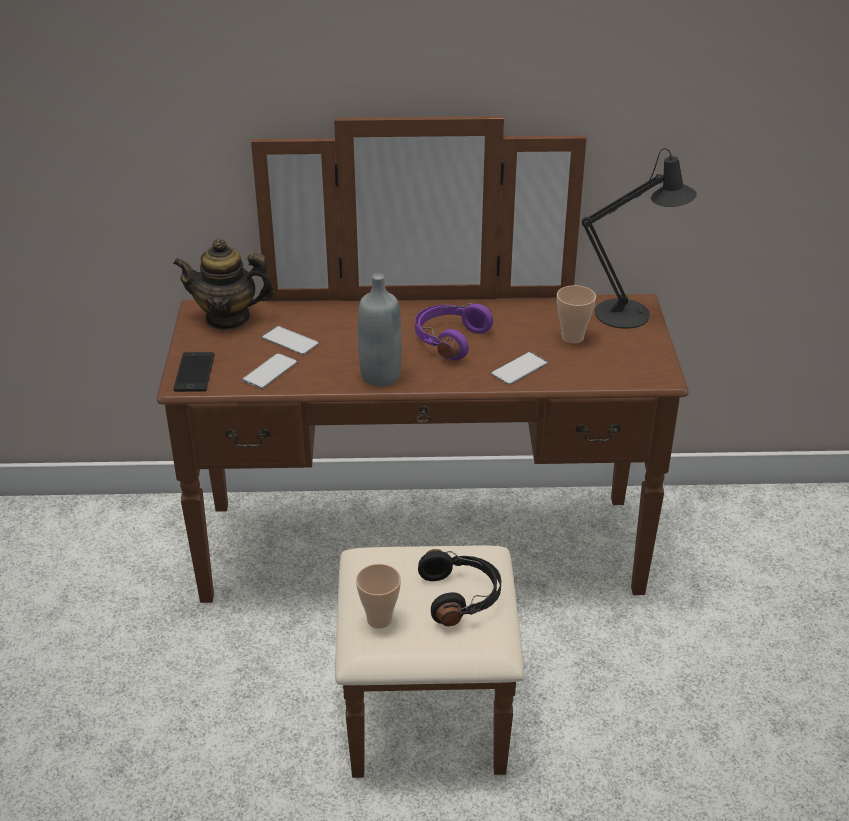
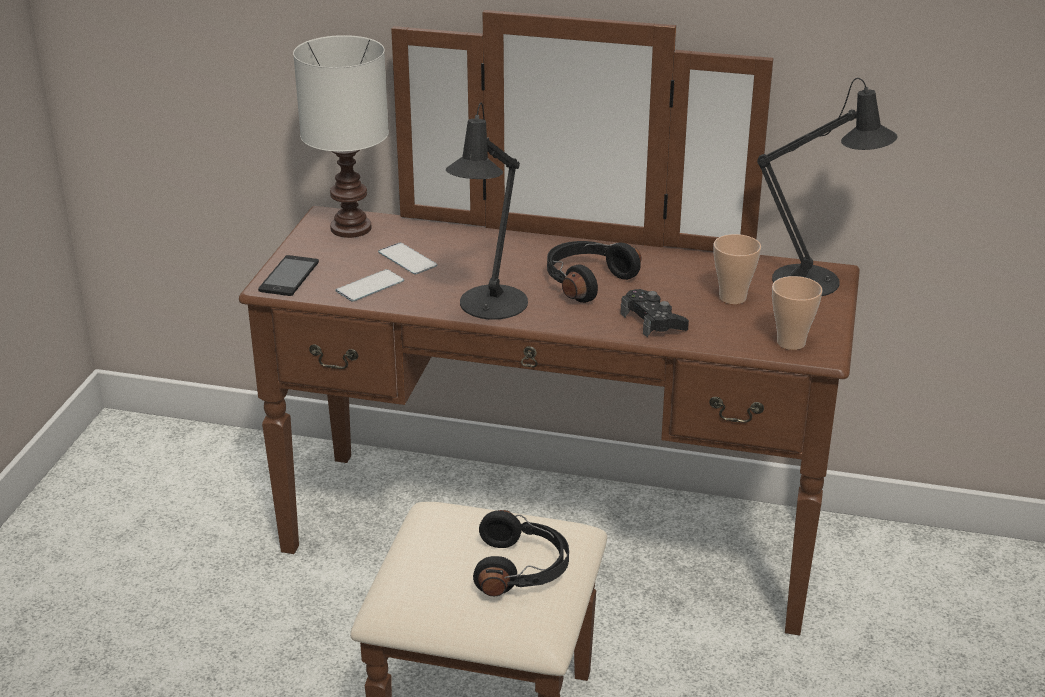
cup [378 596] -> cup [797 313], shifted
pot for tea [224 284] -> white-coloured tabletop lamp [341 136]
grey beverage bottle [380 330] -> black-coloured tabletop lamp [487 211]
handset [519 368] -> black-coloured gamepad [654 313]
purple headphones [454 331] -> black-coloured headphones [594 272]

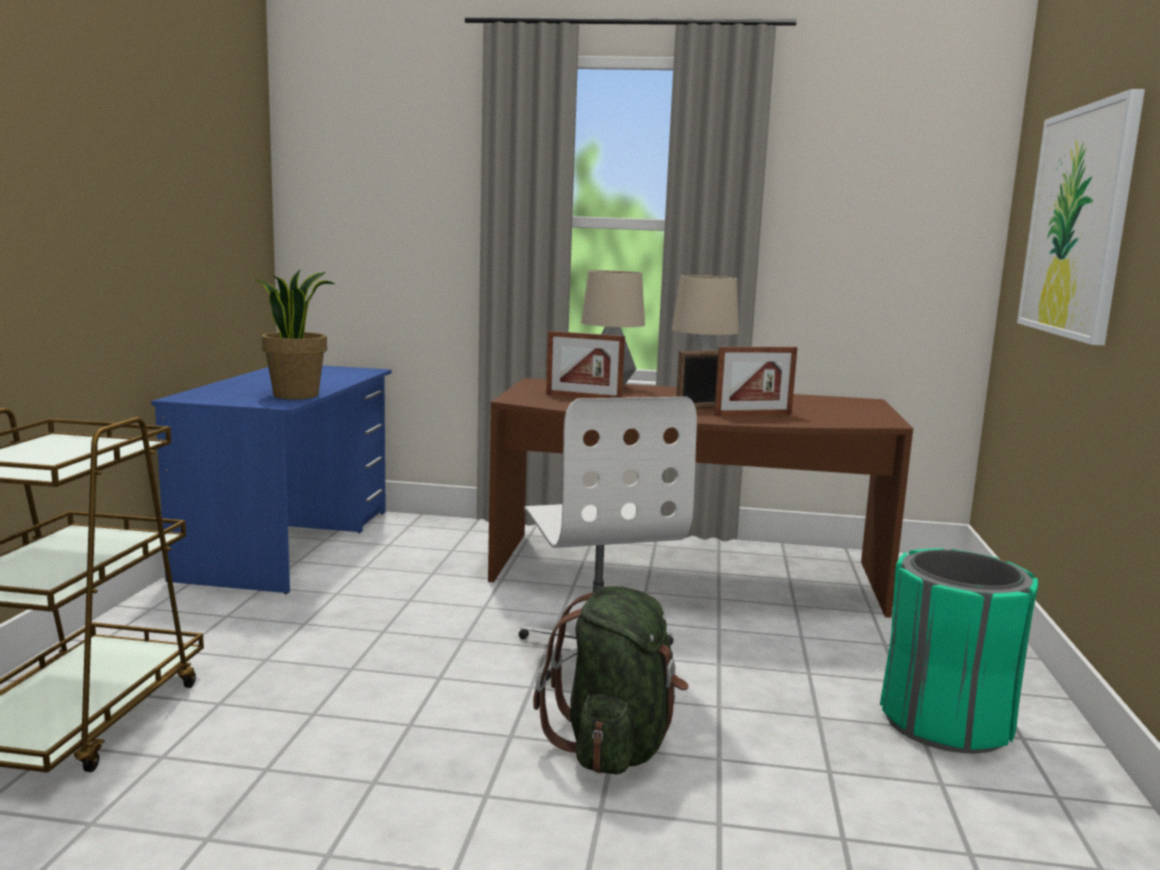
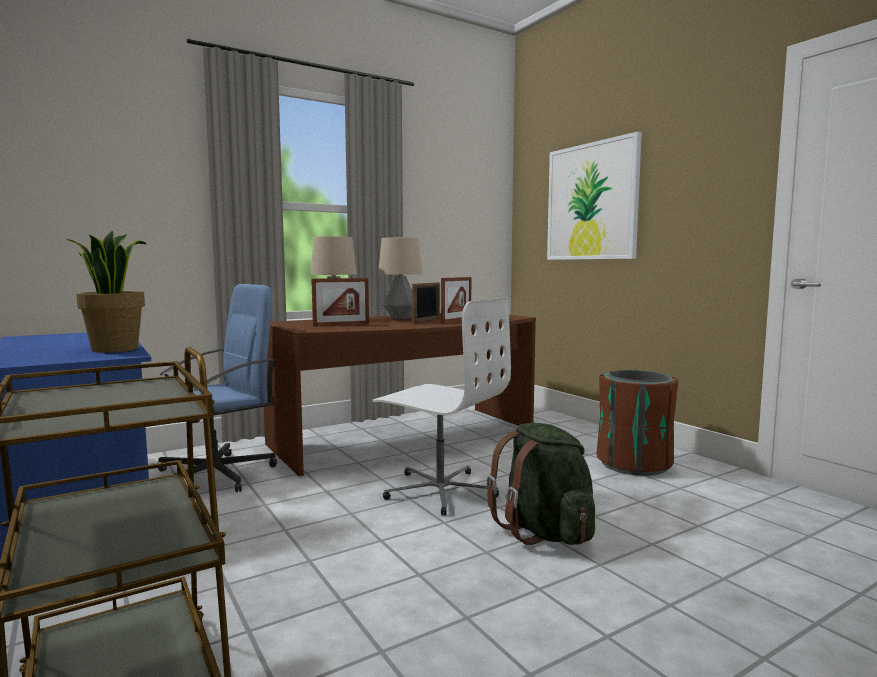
none -> blue computer chair [217 388]
green waste bin [959 651] -> brownish waste bin [637 423]

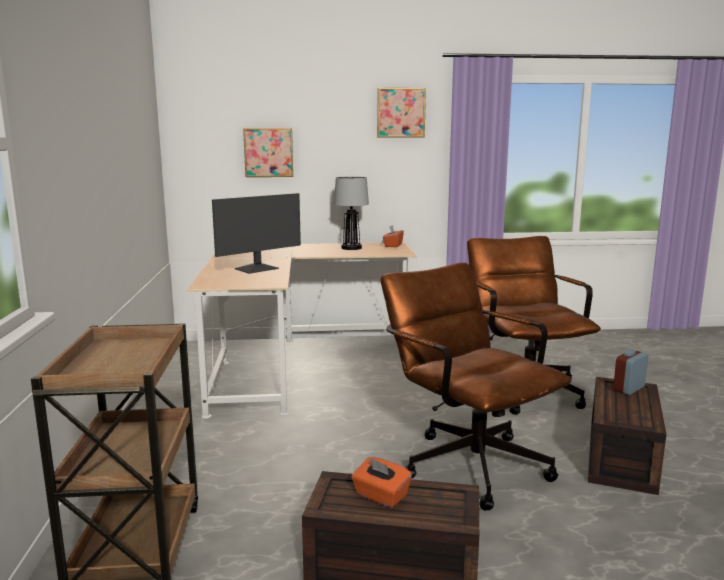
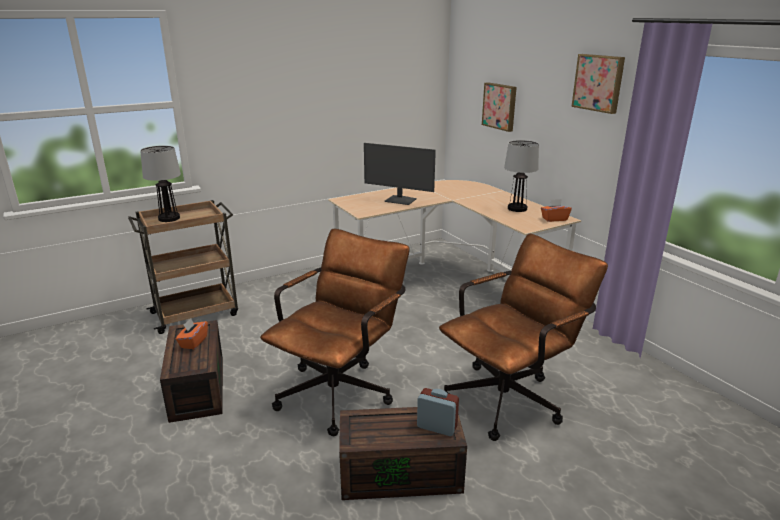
none -> tabletop lamp [160 184]

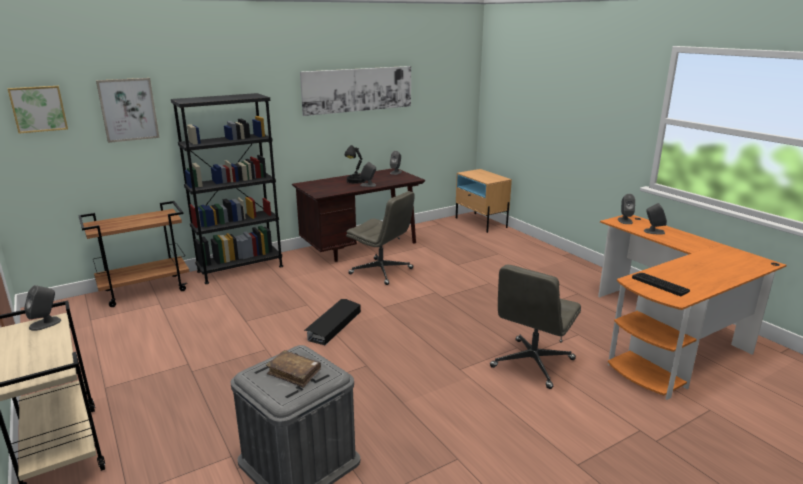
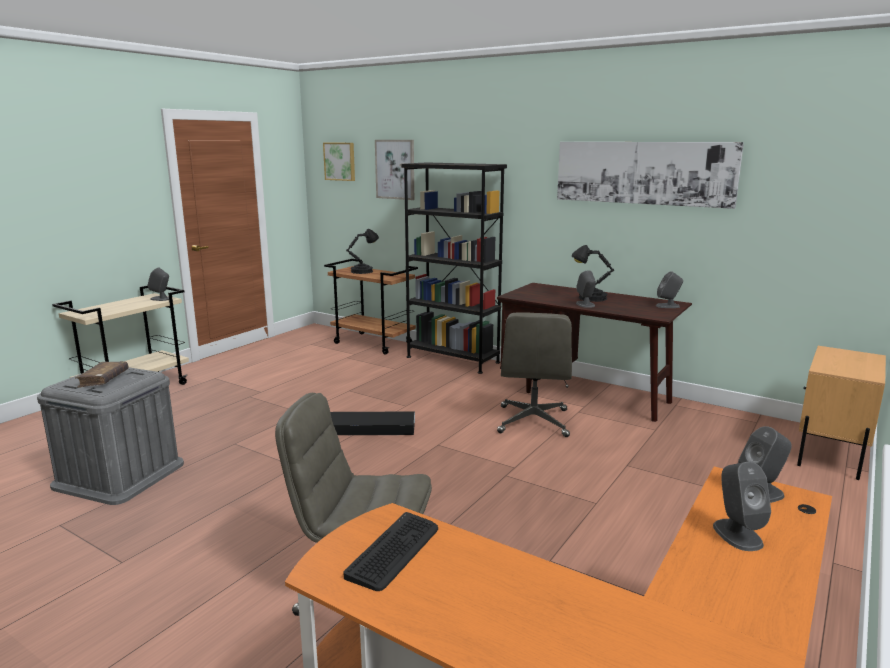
none -> black-coloured tabletop lamp [362 251]

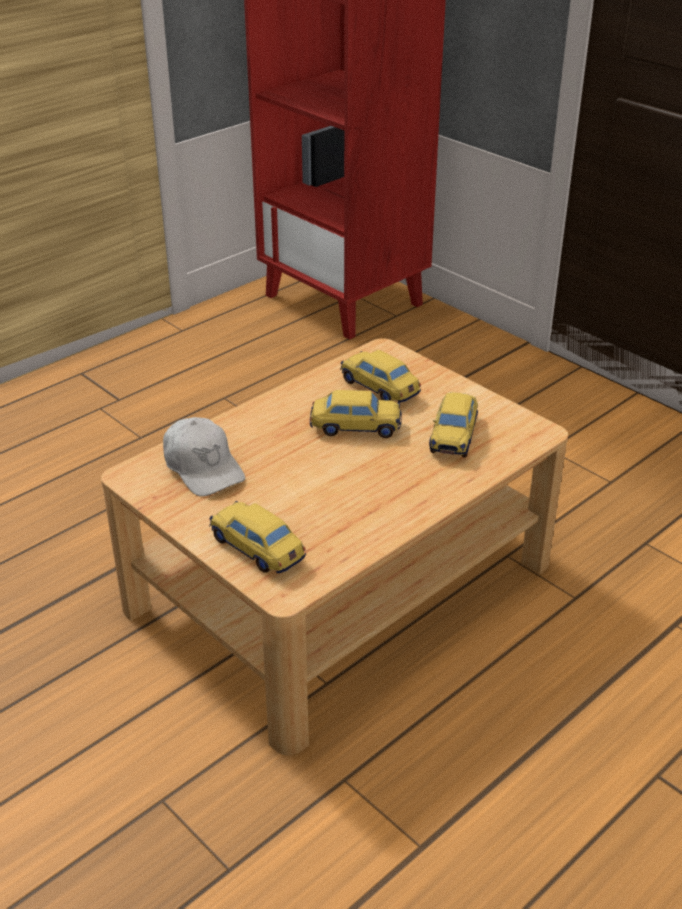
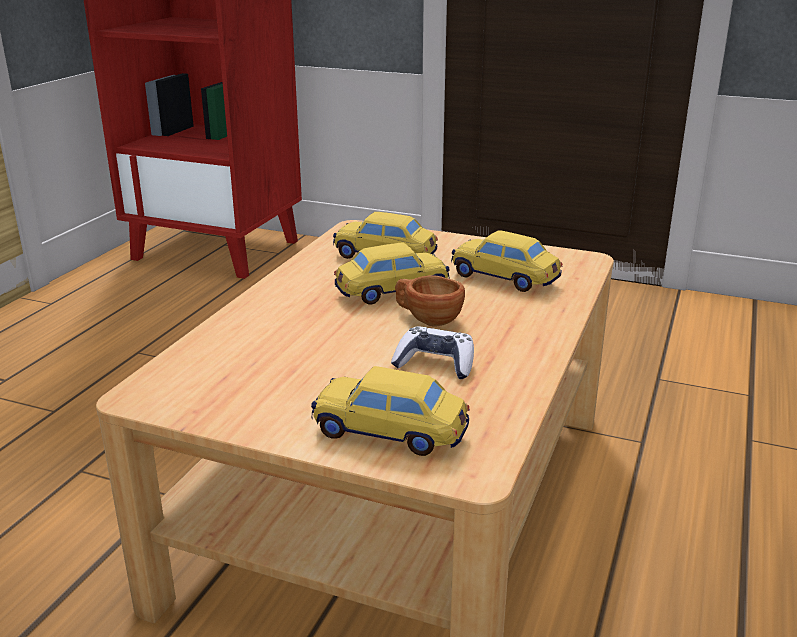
white-coloured baseball cap [204 456] -> none
none -> gamepad [432 352]
none -> brownish cup [430 300]
toy car [453 425] -> toy car [506 261], 135 degrees clockwise

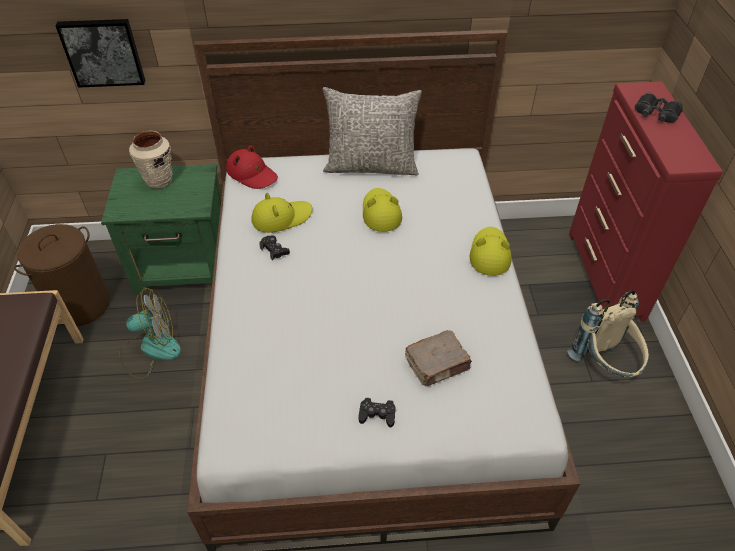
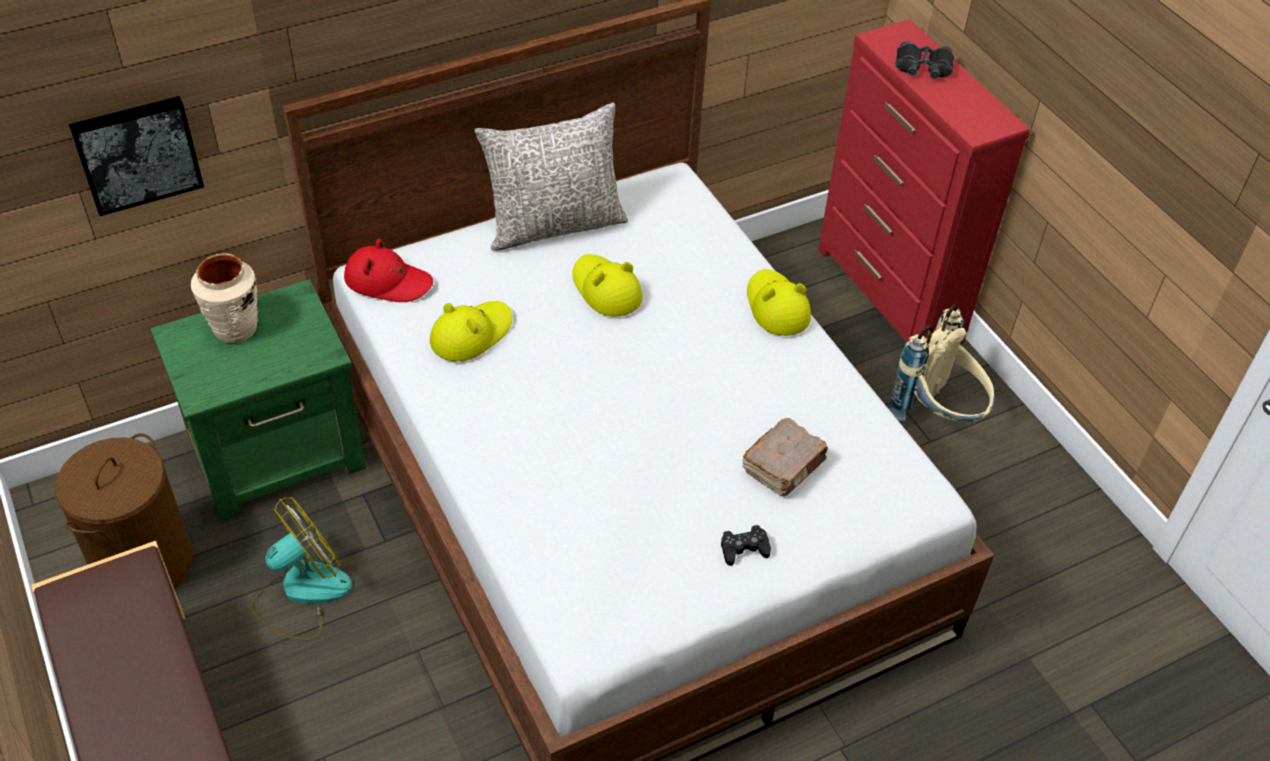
black-coloured gamepad [274 247] -> none

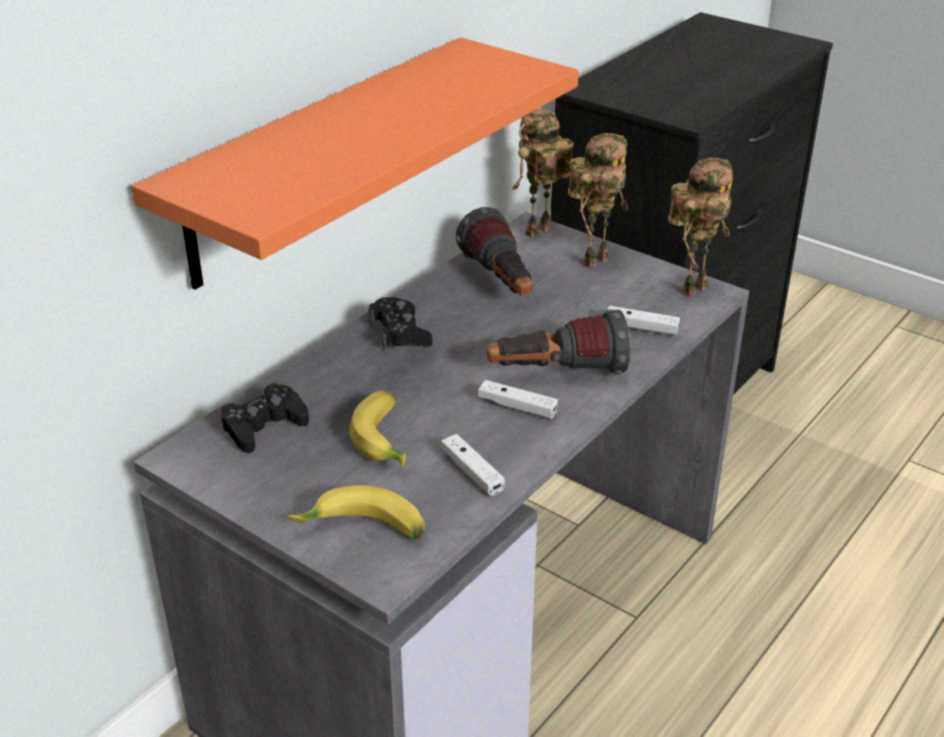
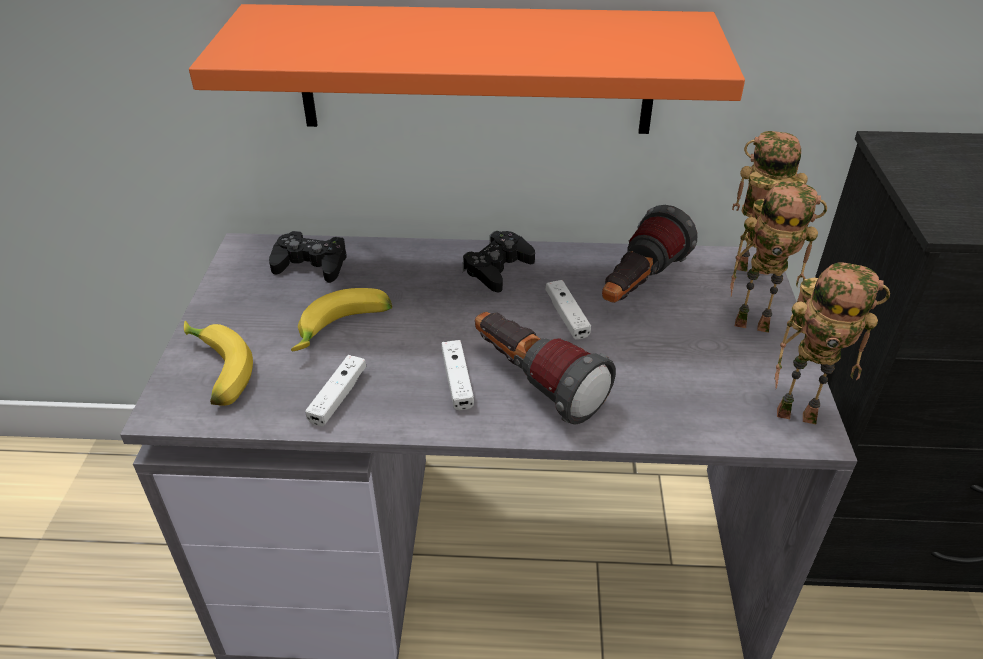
white-coloured gamepad [643 321] -> white-coloured gamepad [568 310], shifted

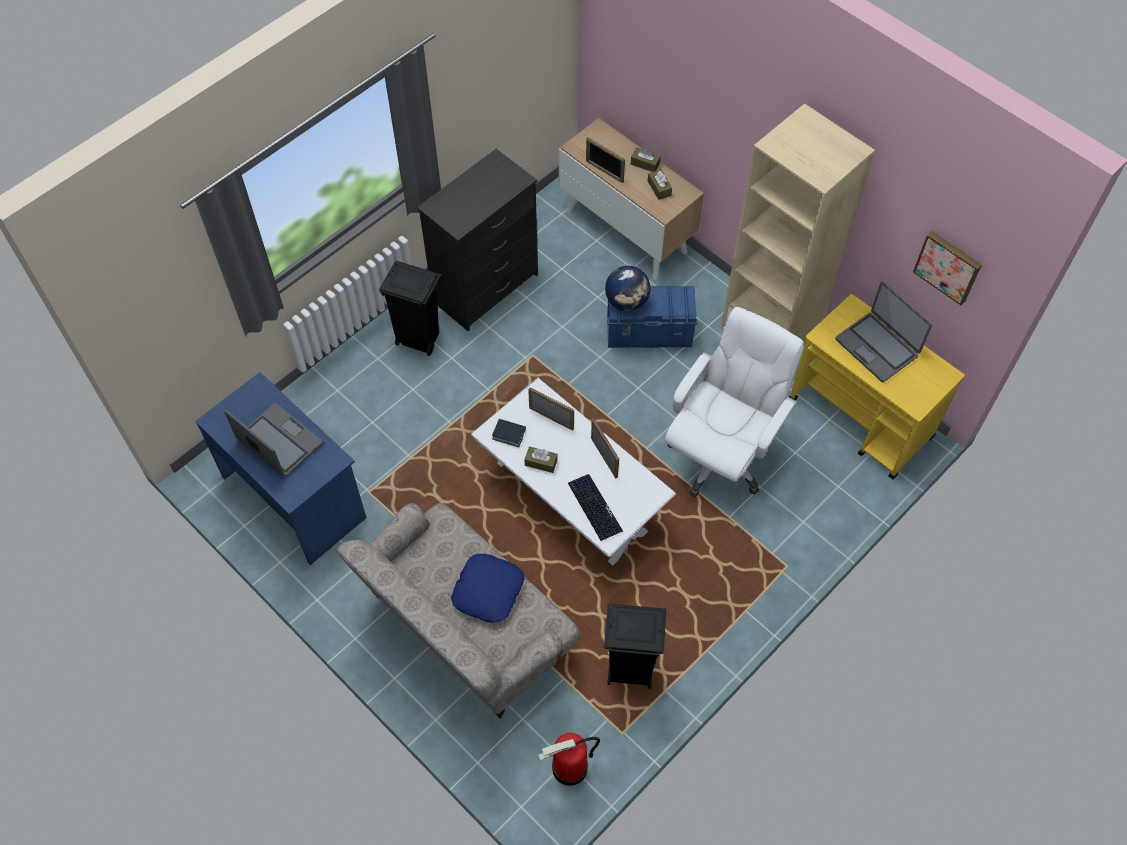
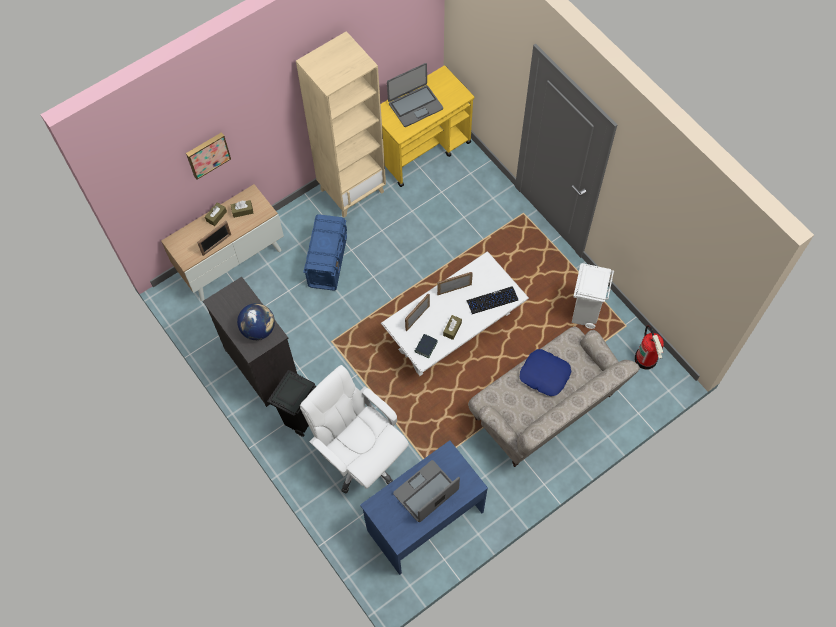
desk globe [627 288] -> desk globe [256 321], shifted
white-coloured computer chair [734 402] -> white-coloured computer chair [354 429], shifted
wall picture [947 268] -> wall picture [208 156], shifted
black-coloured waste bin [635 646] -> white-coloured waste bin [593 296]

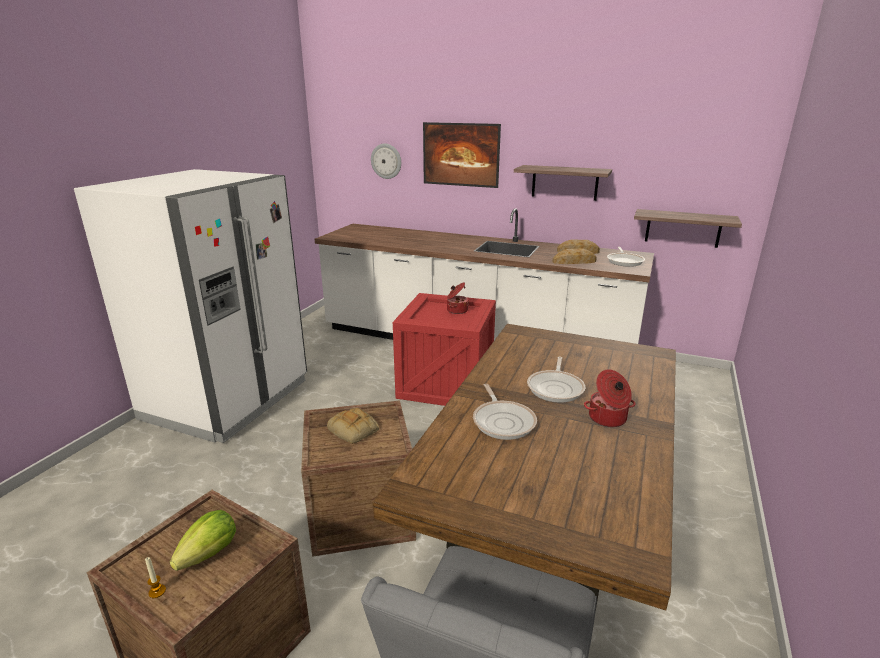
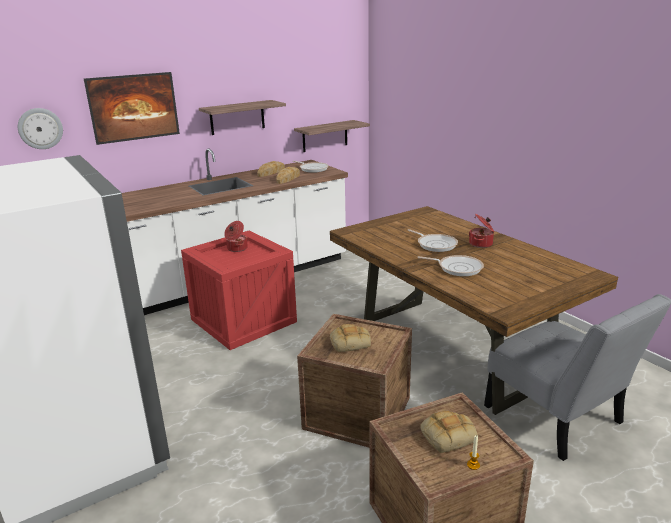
head of lettuce [203 540] -> baked bread [449 432]

